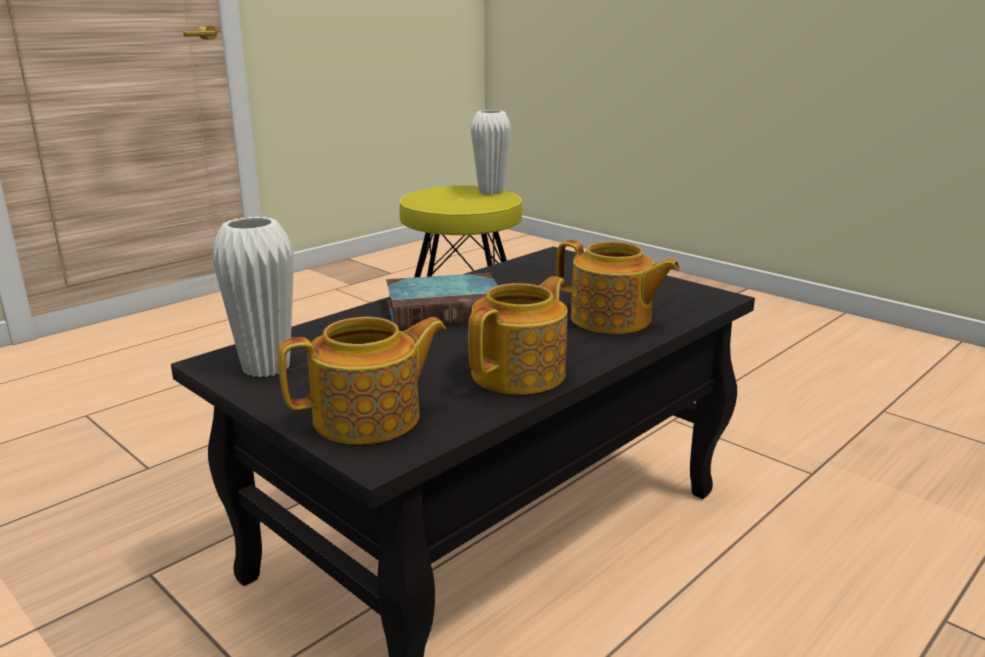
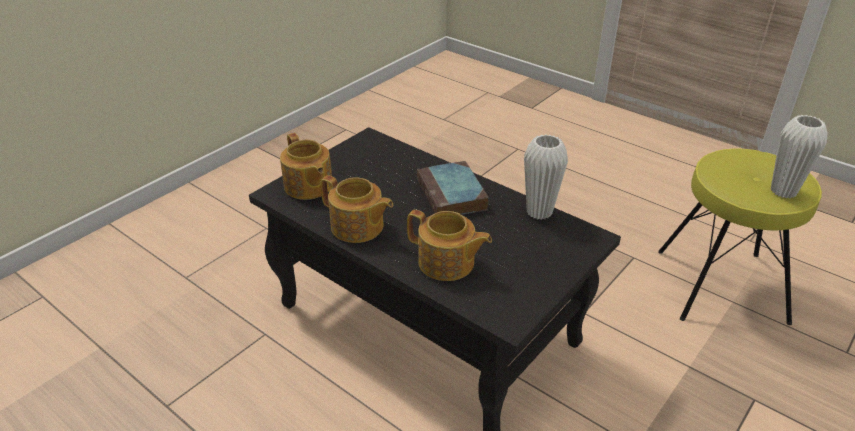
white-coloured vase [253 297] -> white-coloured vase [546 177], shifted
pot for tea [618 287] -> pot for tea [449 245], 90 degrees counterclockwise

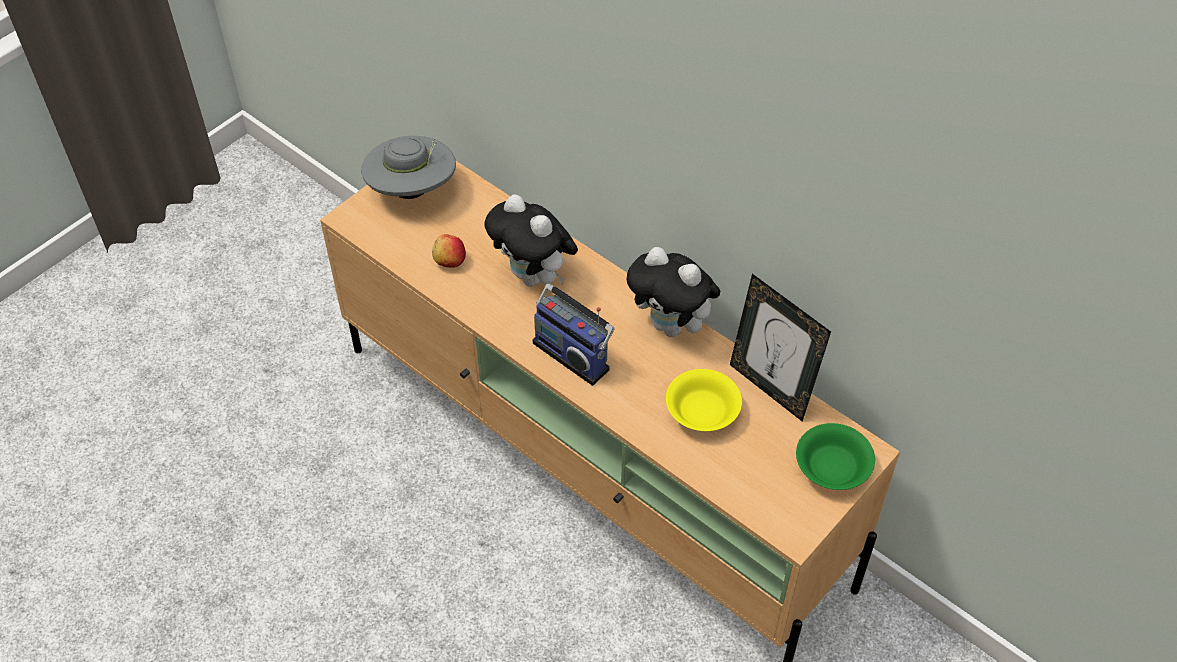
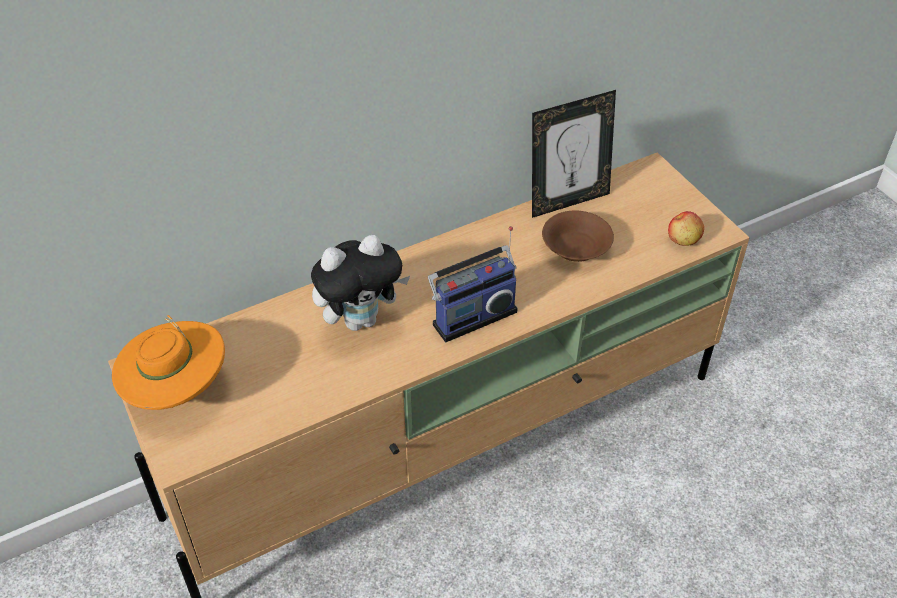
plush toy [673 292] -> none
green serving bowl [835 456] -> none
apple [449 251] -> apple [686 228], shifted
grey clothing hat [408 167] -> orange clothing hat [168 362]
yellowish serving bowl [704 400] -> brownish serving bowl [578 236]

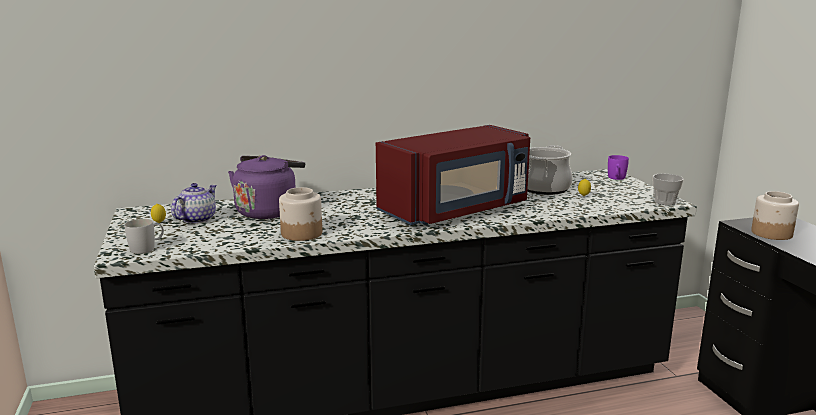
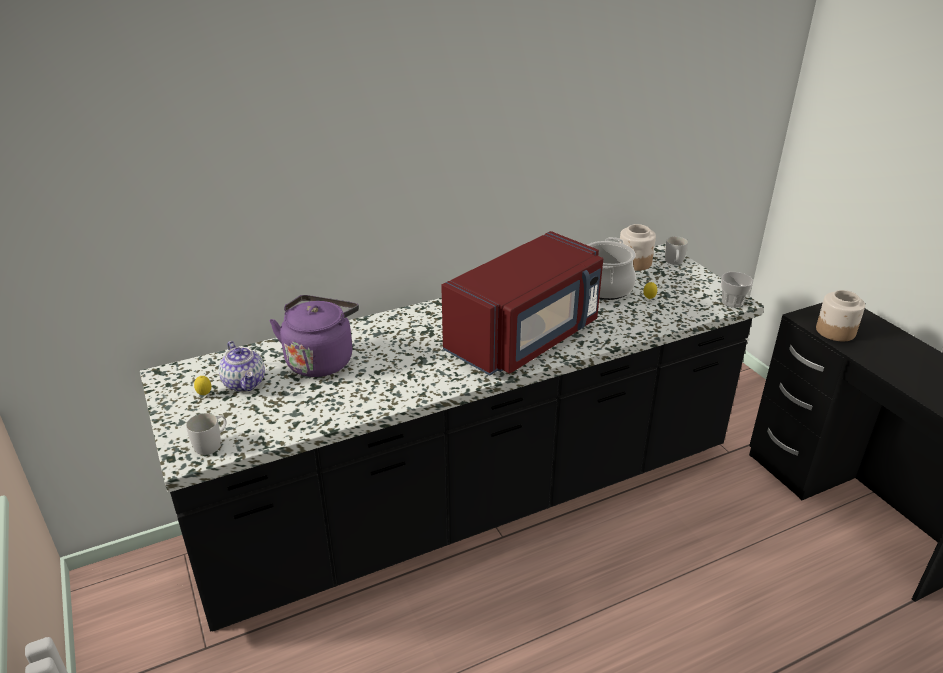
storage jar [300 214] -> storage jar [637 247], shifted
purple coffee mug [618 167] -> white-coloured coffee mug [676 250]
pot for tea [194 203] -> pot for tea [242 366], 135 degrees clockwise

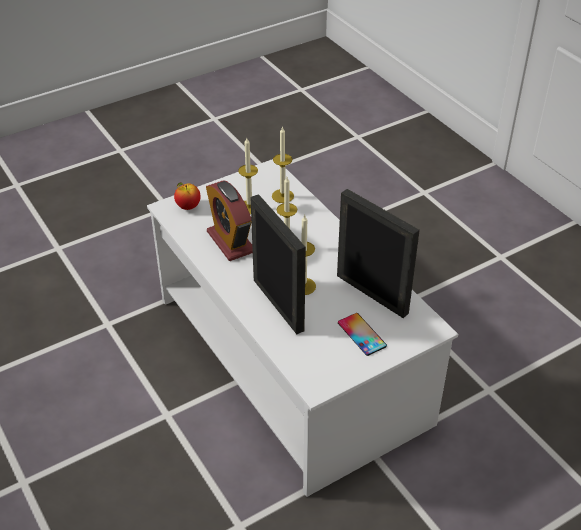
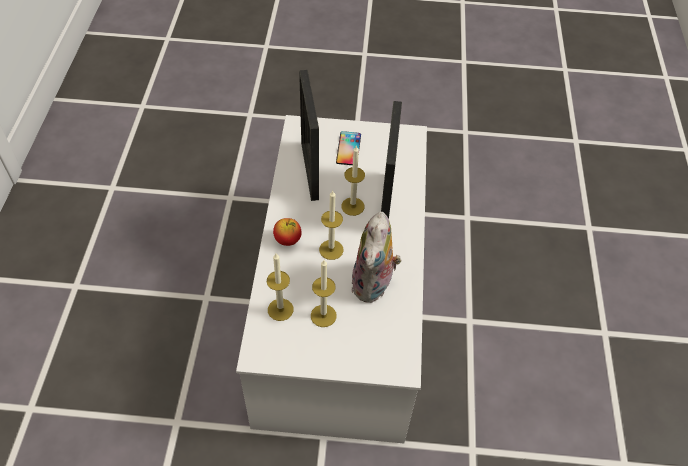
apple [187 196] -> apple [287 232], shifted
bedside clock [229 220] -> plush toy [376 257]

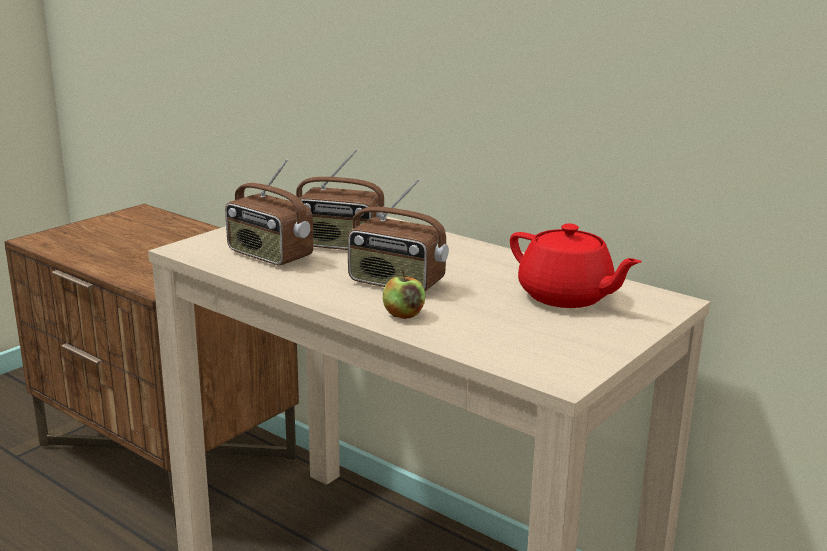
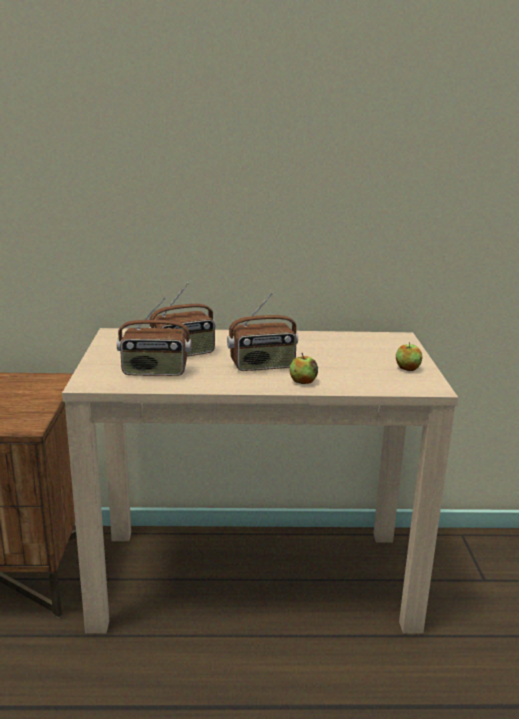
reddish pot for tea [576 265] -> none
none -> apple [409 356]

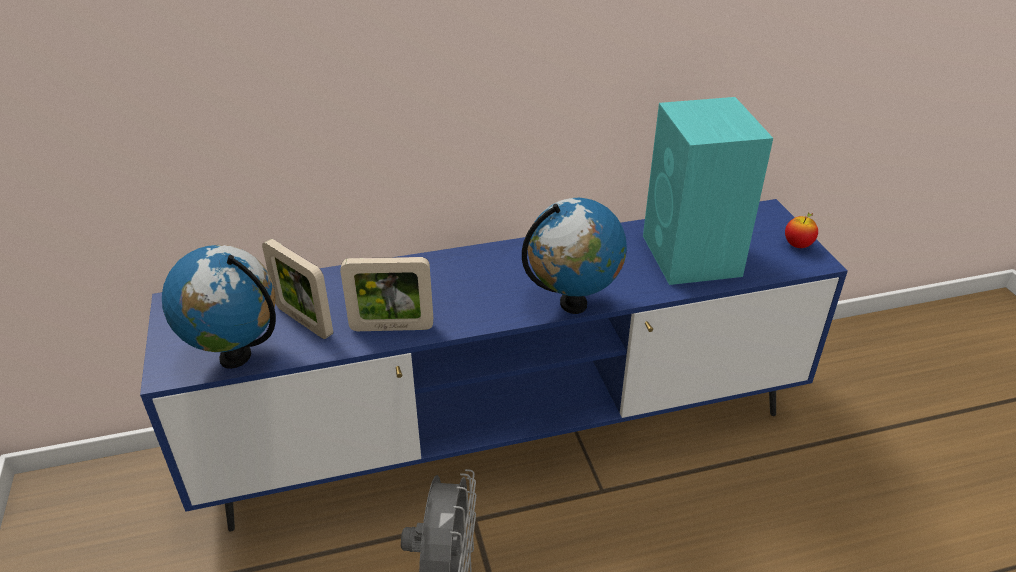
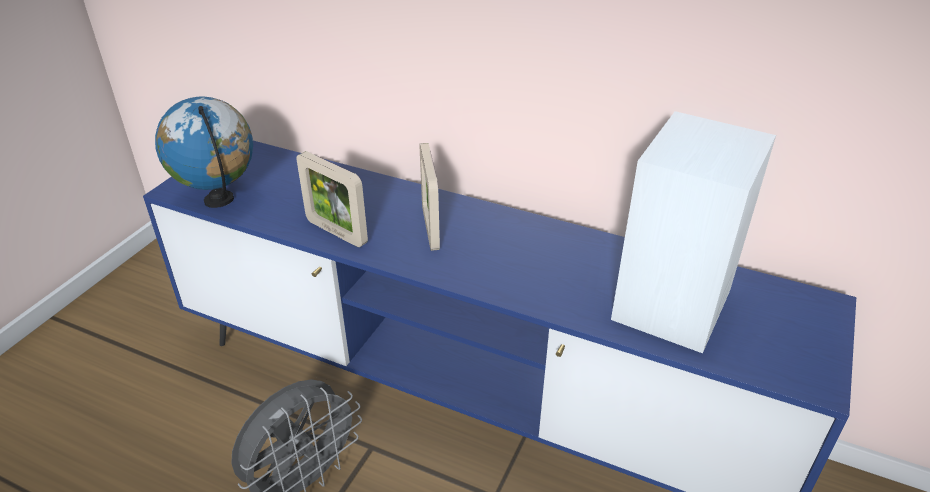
desk globe [574 256] -> none
apple [801 230] -> none
picture frame [297 289] -> picture frame [429 197], shifted
turquoise audio speaker [708 191] -> white-coloured audio speaker [693 232]

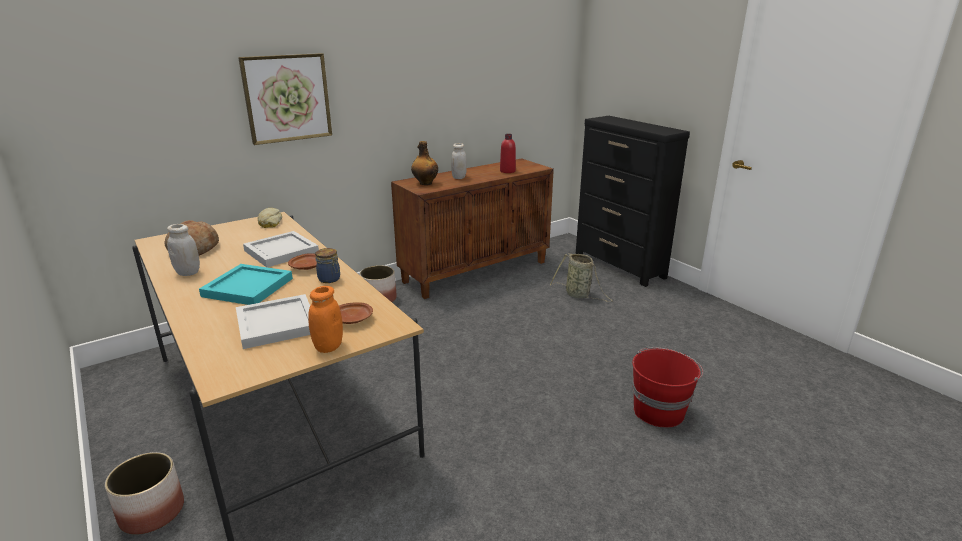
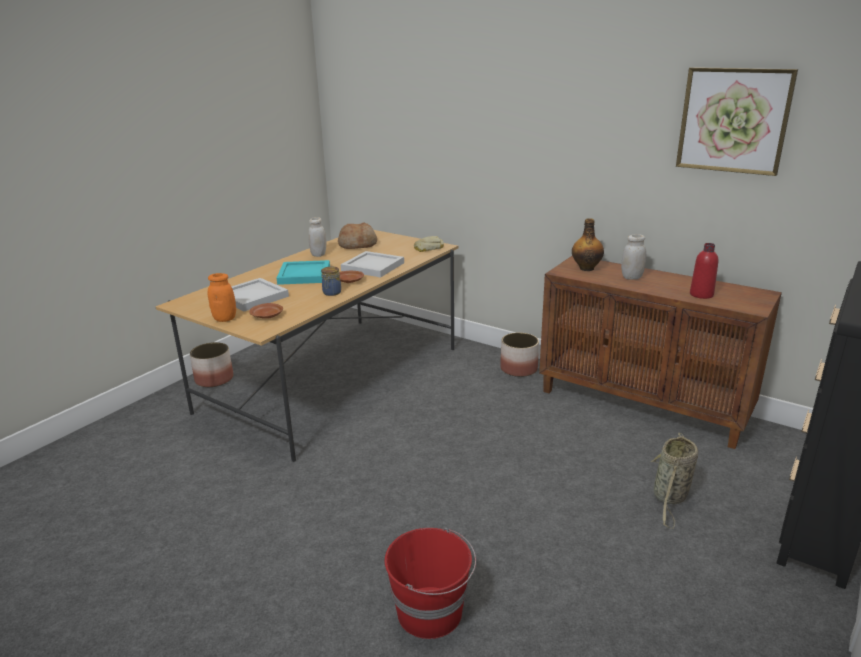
wall picture [285 99] -> wall picture [737 121], shifted

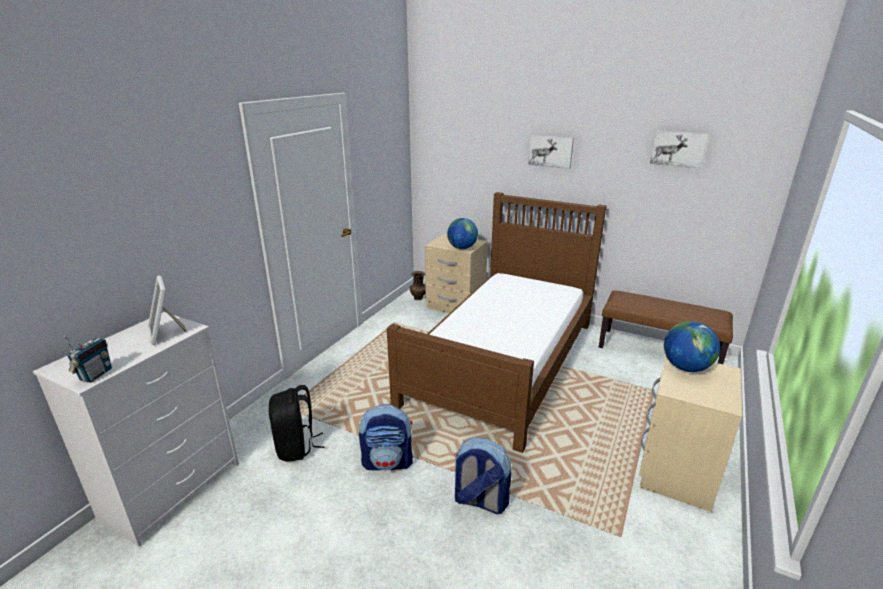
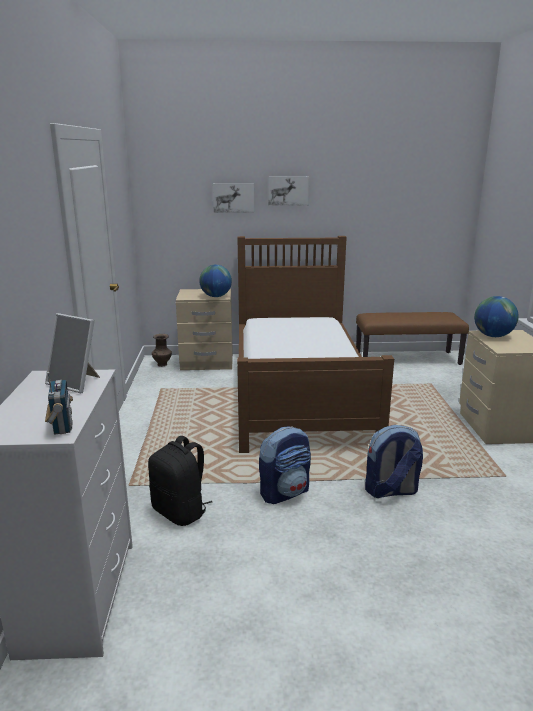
wall picture [679 149] -> wall picture [233 198], shifted

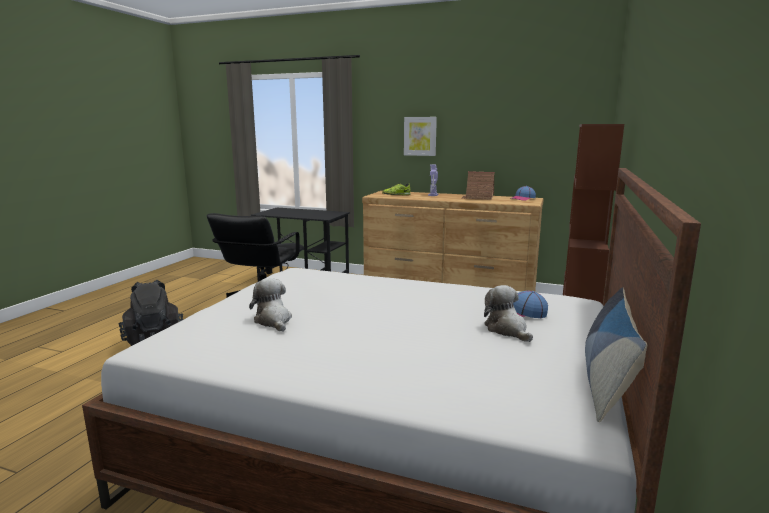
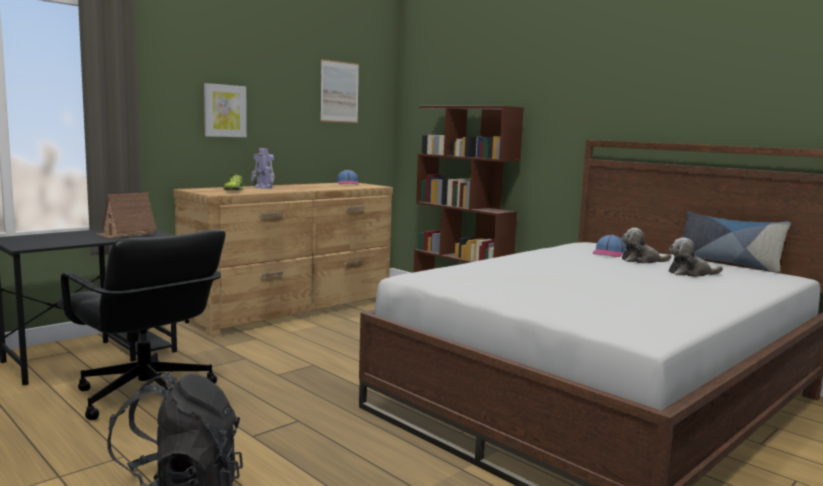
none -> wall picture [339 91]
plush toy [270 305] -> plush toy [696 257], shifted
toy house [478 185] -> toy house [127 215], shifted

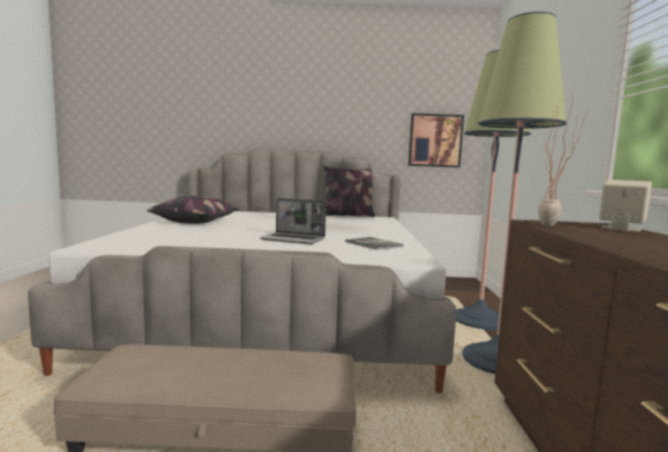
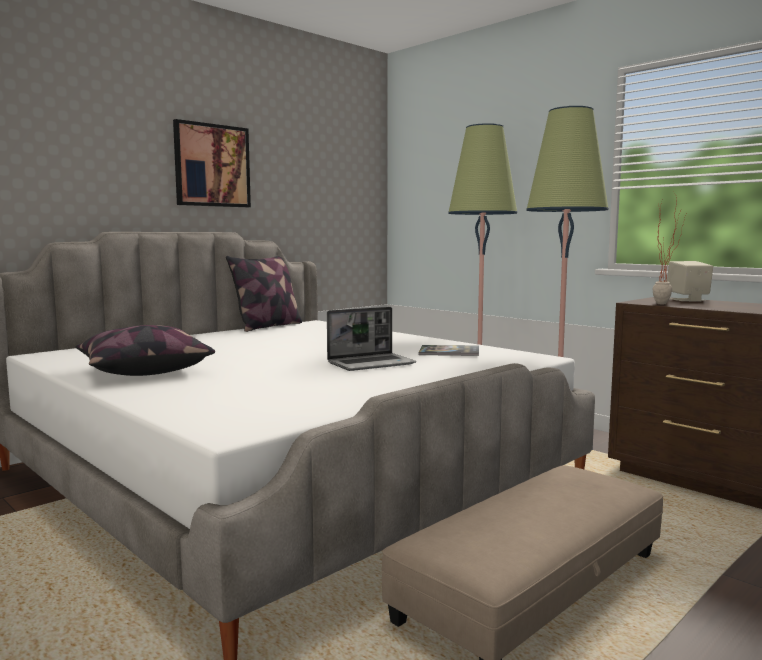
wall picture [436 140] -> wall picture [212 163], shifted

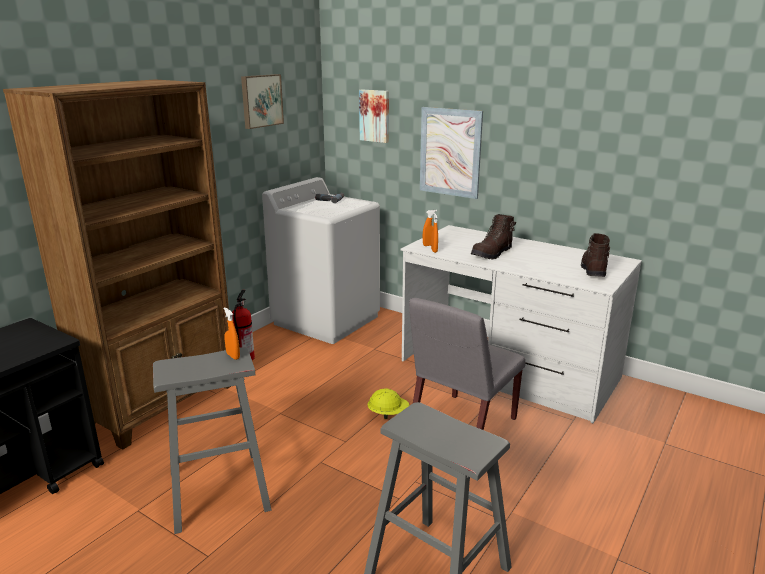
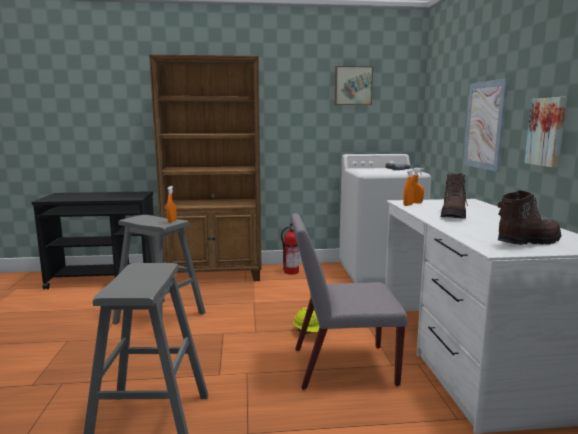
wall picture [374 116] -> wall picture [545 132], shifted
brownish boot [493 237] -> brownish boot [454 196], 75 degrees counterclockwise

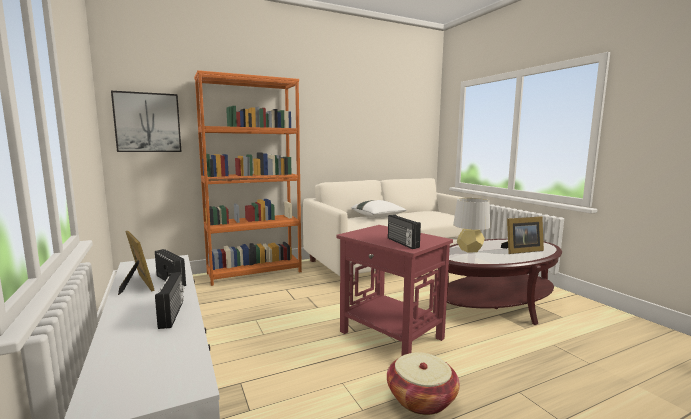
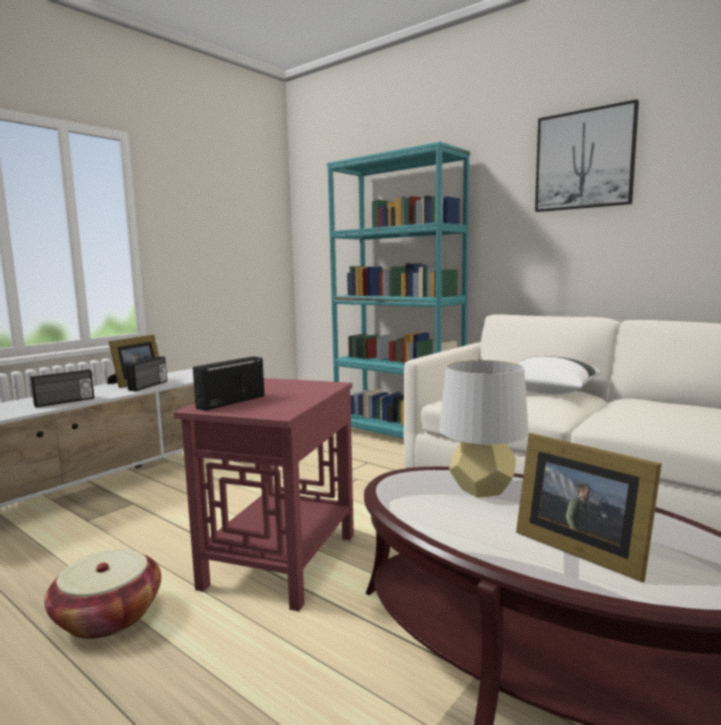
wall picture [146 121] -> wall picture [587 155], shifted
orange shelving unit [248 178] -> turquoise shelving unit [398 290]

